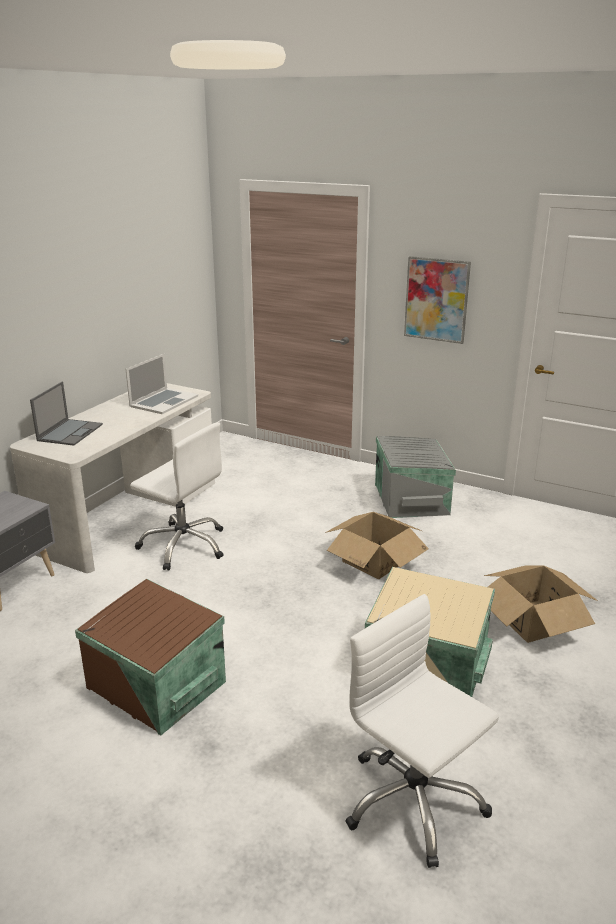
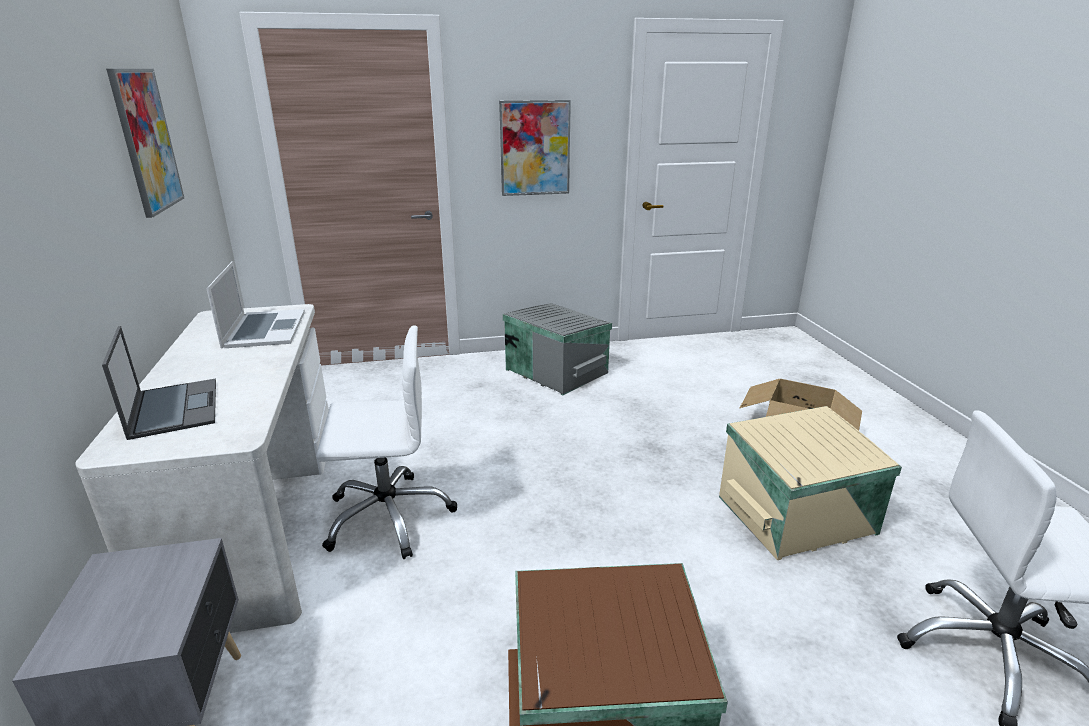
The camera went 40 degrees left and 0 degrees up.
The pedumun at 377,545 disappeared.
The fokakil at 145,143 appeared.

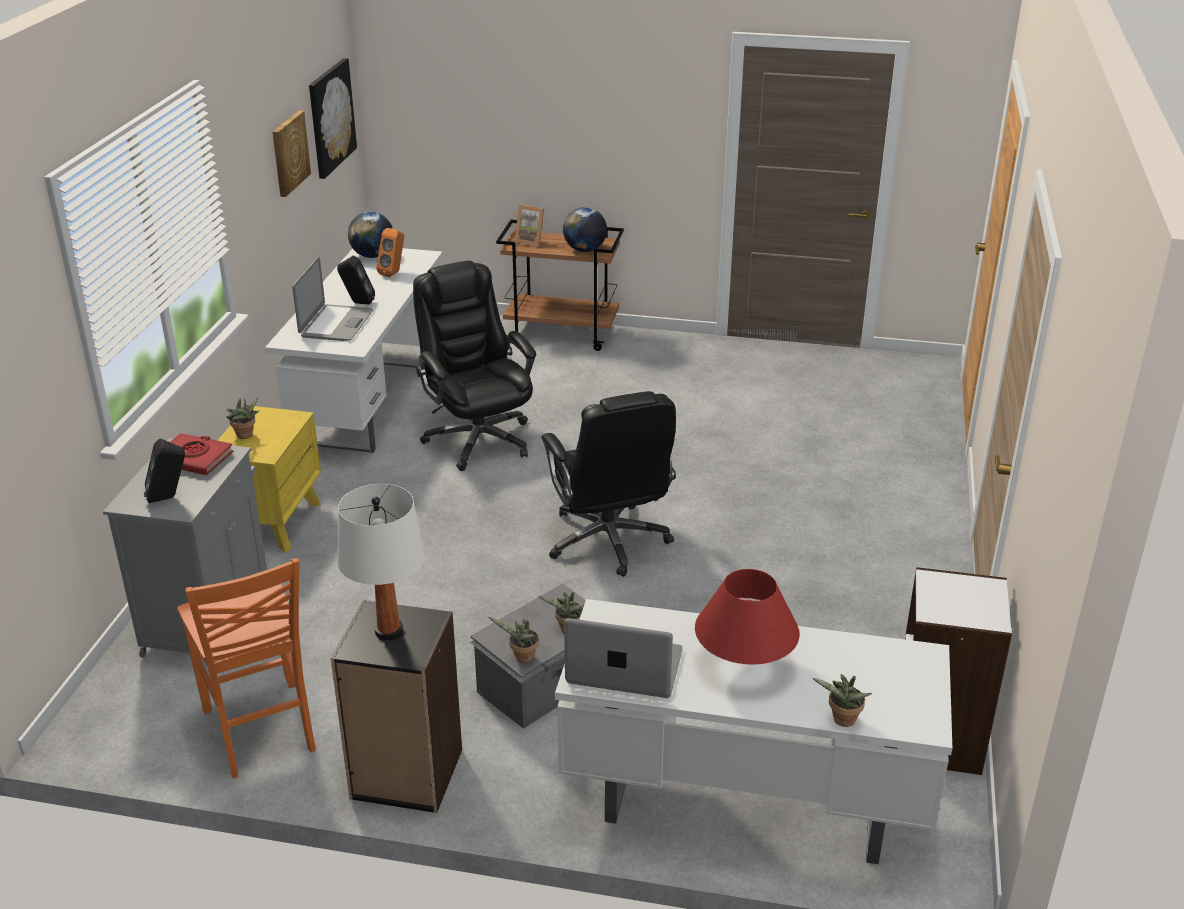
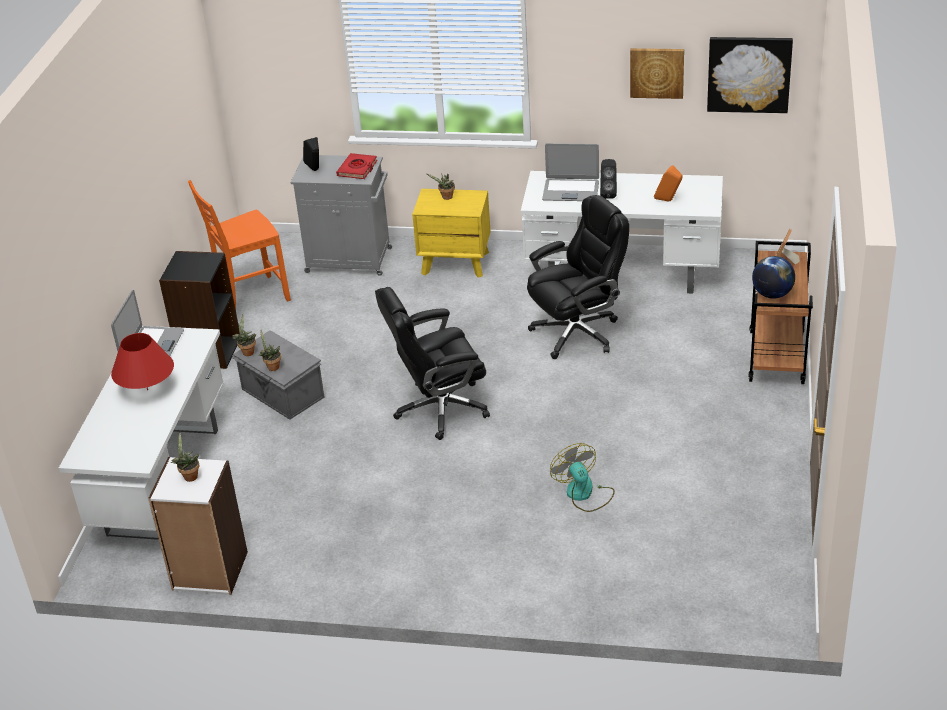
The camera went 90 degrees right and 5 degrees up.
The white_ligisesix at 381,562 disappeared.
The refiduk at 370,235 disappeared.
The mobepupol moved from 842,700 to 185,457.
The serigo at 582,477 appeared.

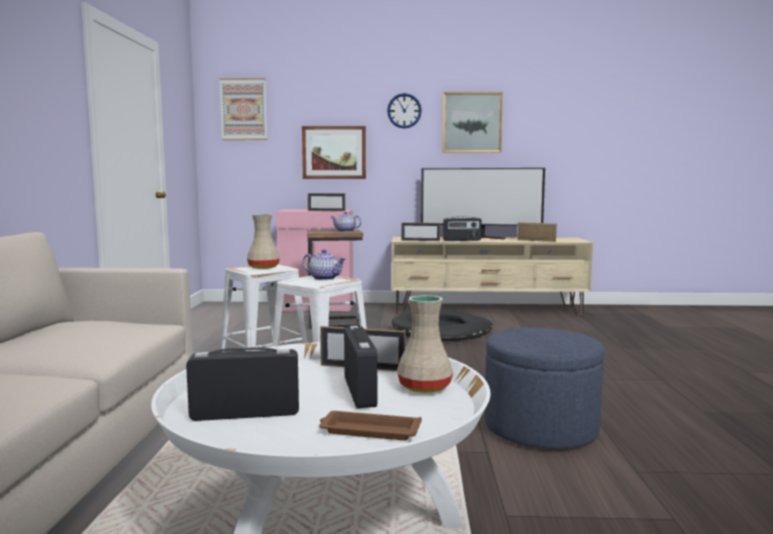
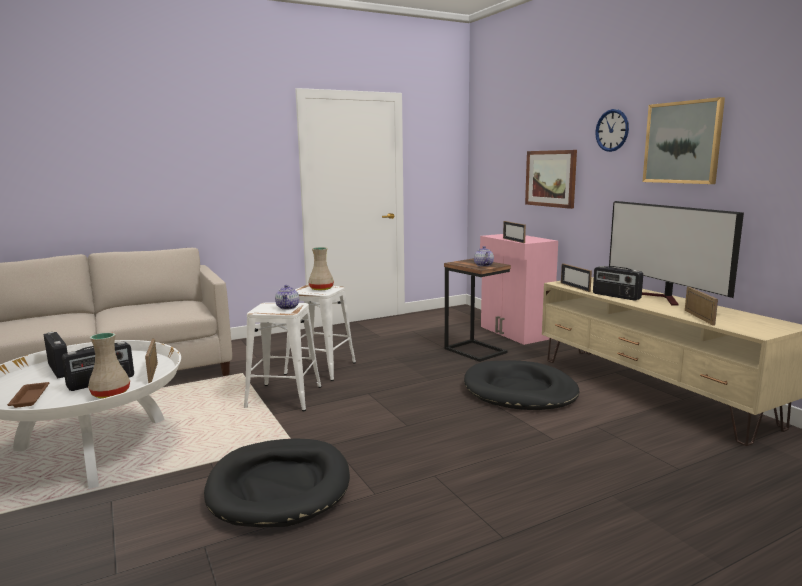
The camera went 60 degrees right and 5 degrees up.
The fokakil at 243,109 disappeared.
The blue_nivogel at 544,388 was replaced by the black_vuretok at 277,482.

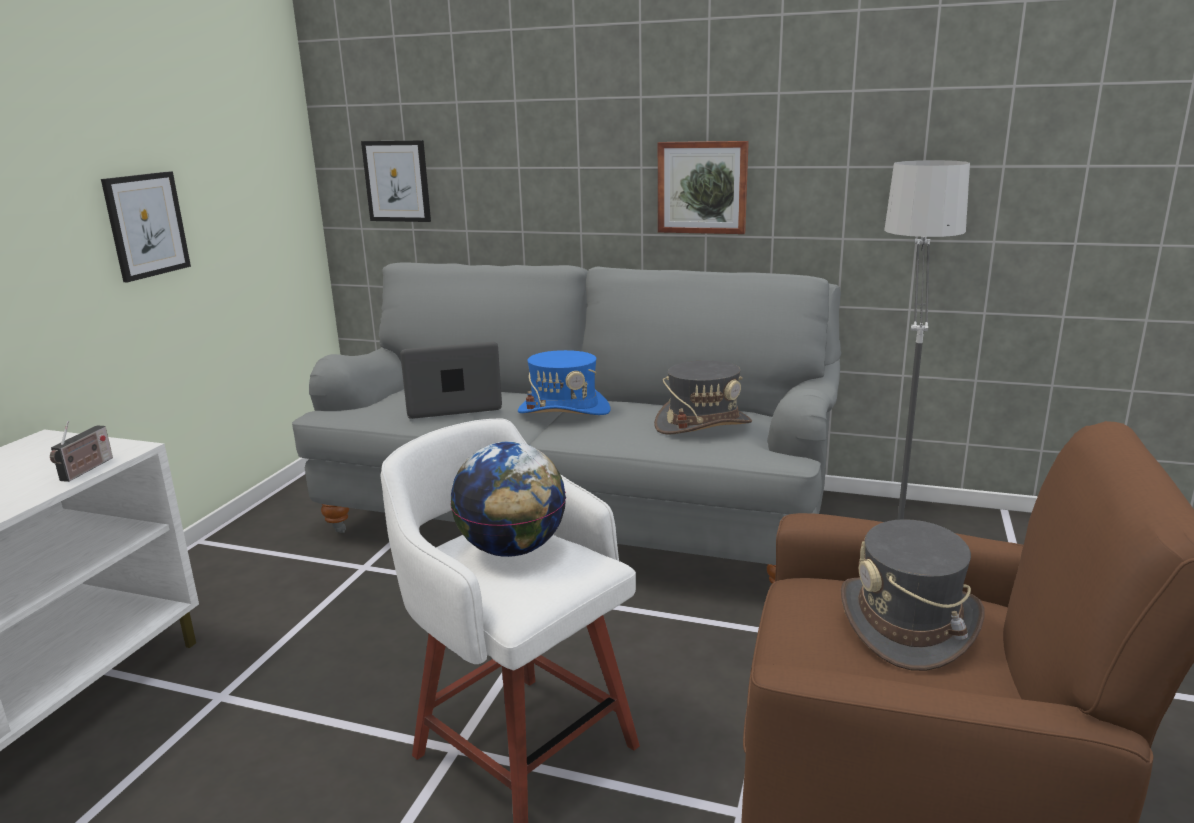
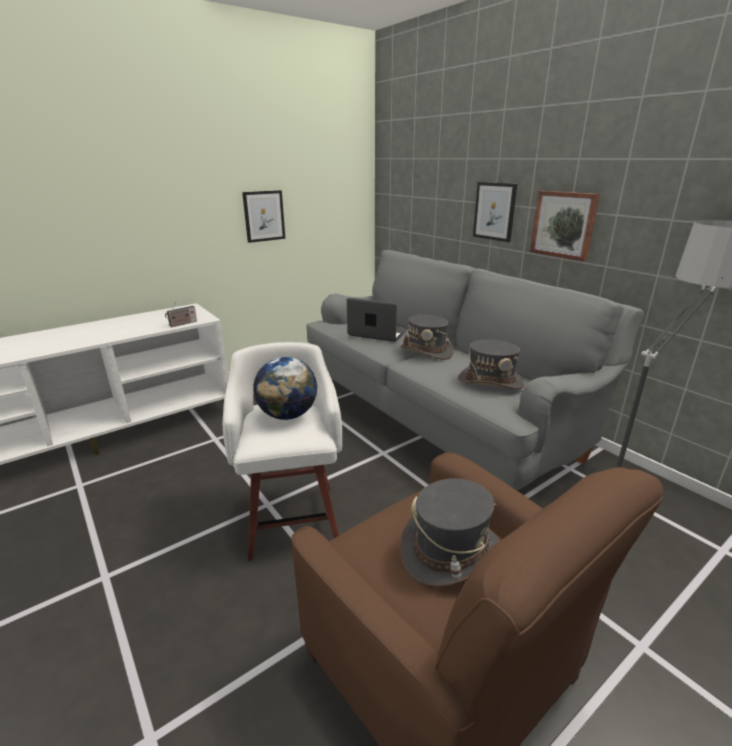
The camera went 35 degrees right and 5 degrees up.
The fokakil moved from 396,181 to 495,212.
The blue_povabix at 564,382 became the grey_povabix at 427,337.

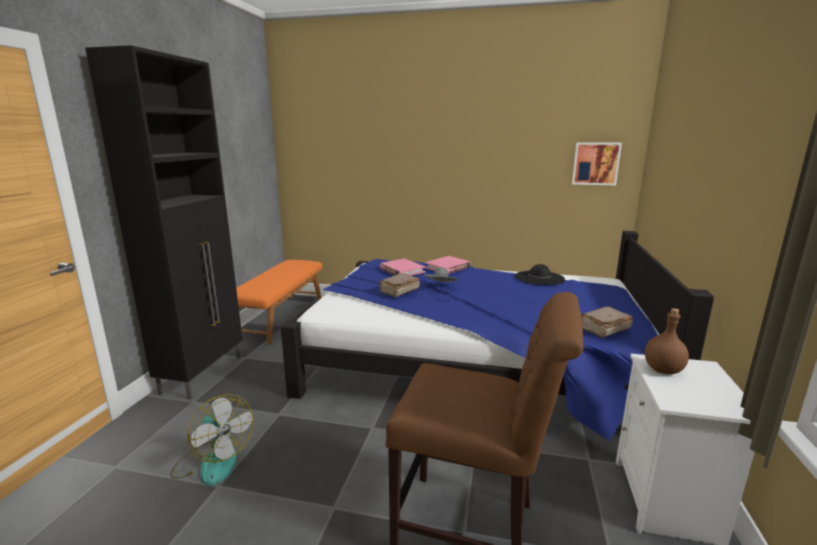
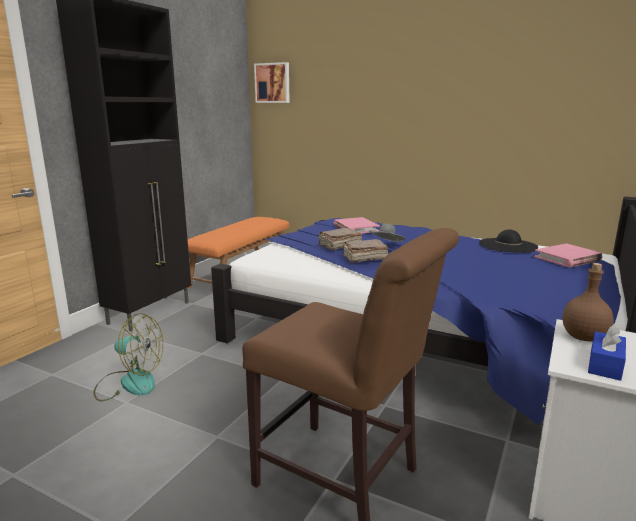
The camera went 15 degrees right and 0 degrees up.
The serigo at 211,440 turned 45 degrees counterclockwise.
The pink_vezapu moved from 448,265 to 568,255.
The fokakil moved from 597,163 to 272,82.
The brown_vezapu moved from 607,322 to 365,251.
The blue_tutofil at 607,352 appeared.

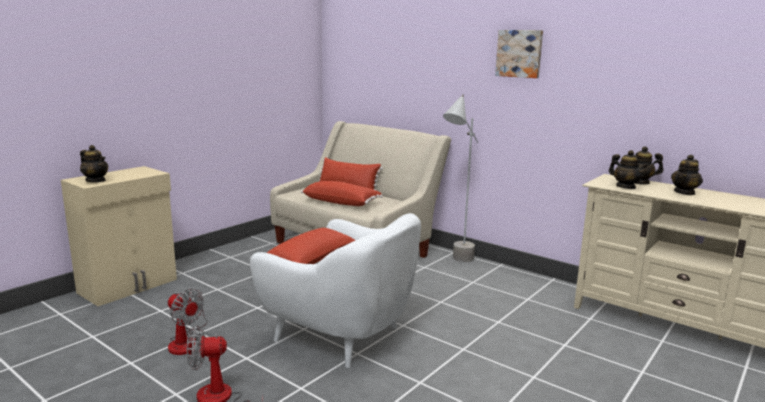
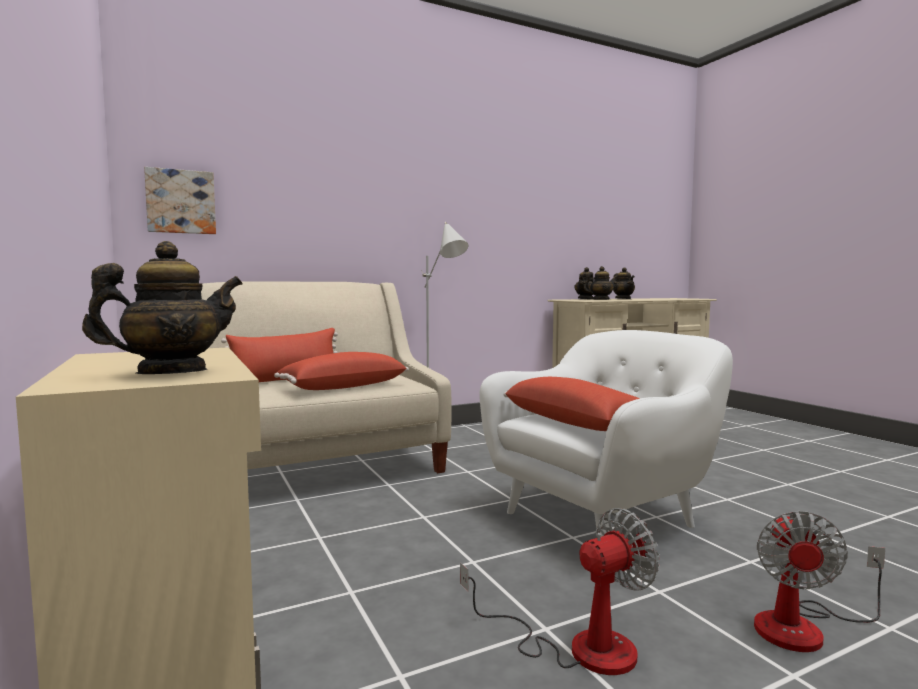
The camera went 65 degrees left and 10 degrees down.
The fokakil moved from 519,54 to 180,200.

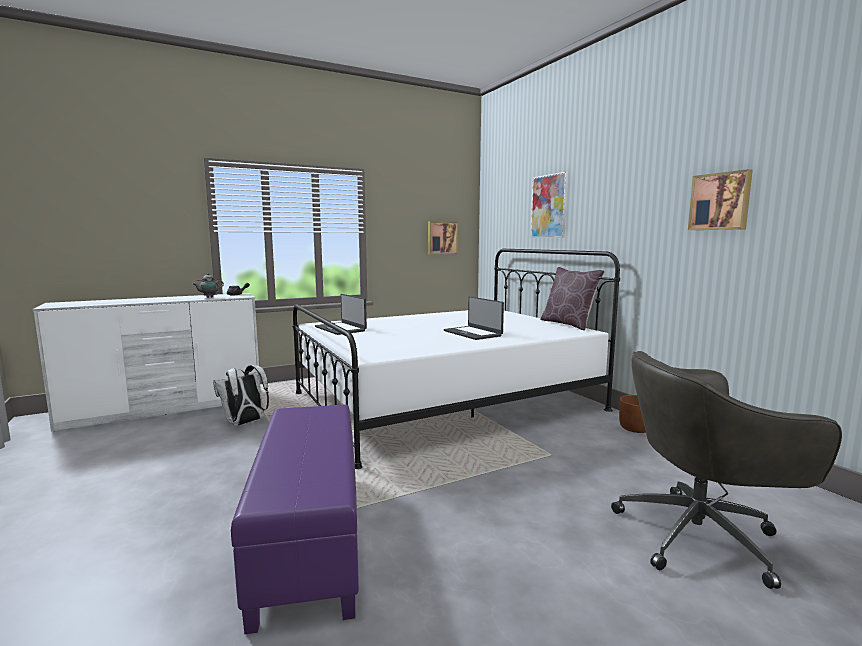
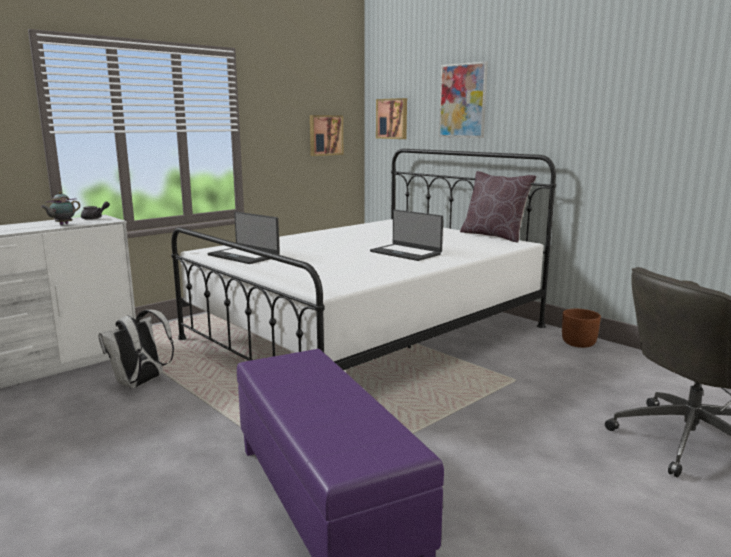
The camera went 15 degrees left and 5 degrees up.
The fokakil moved from 720,199 to 391,118.

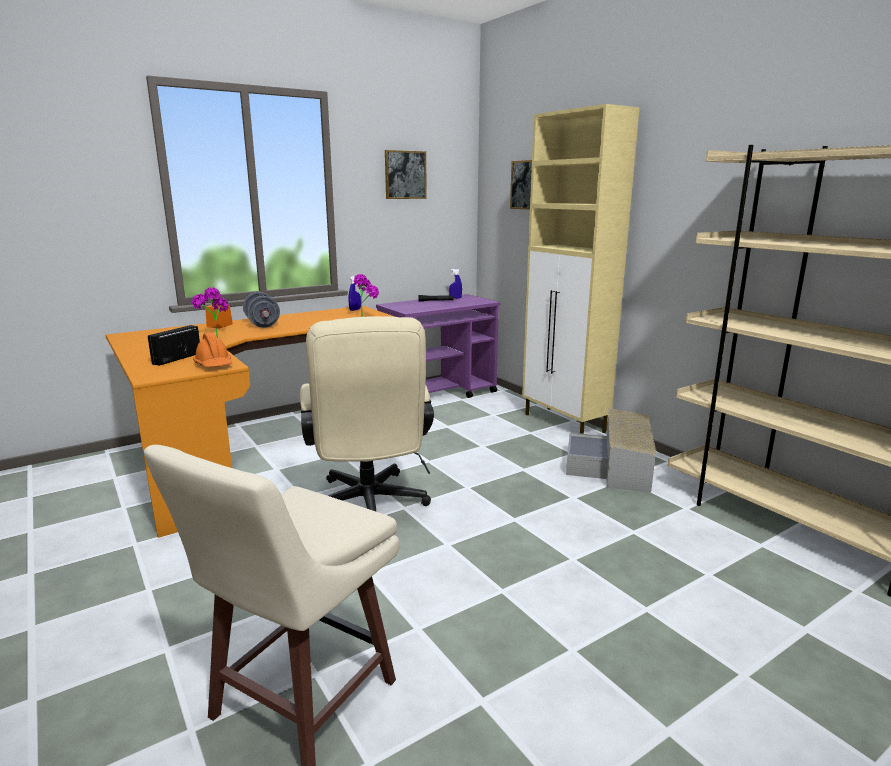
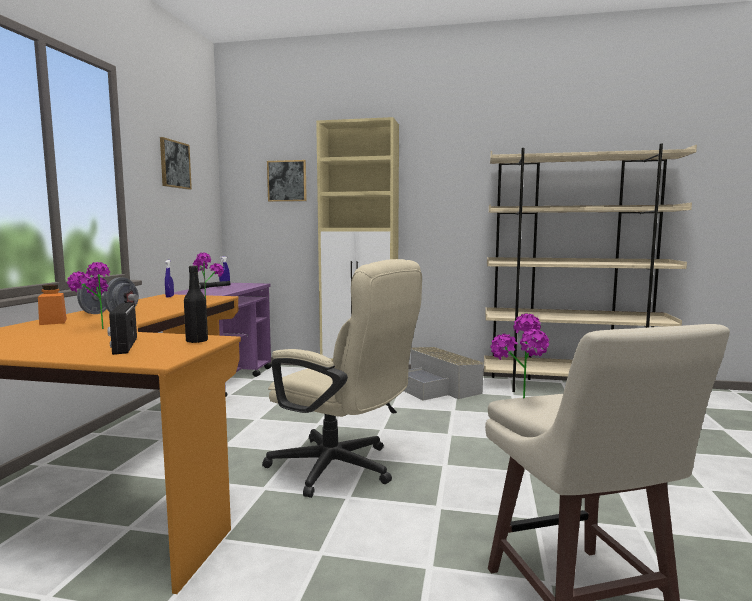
The camera went 45 degrees left and 10 degrees down.
The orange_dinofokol at 212,349 was replaced by the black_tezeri at 196,304.
The mobepupol at 520,356 appeared.

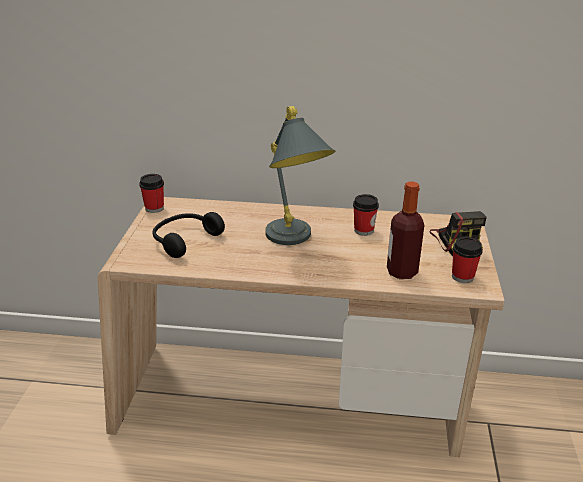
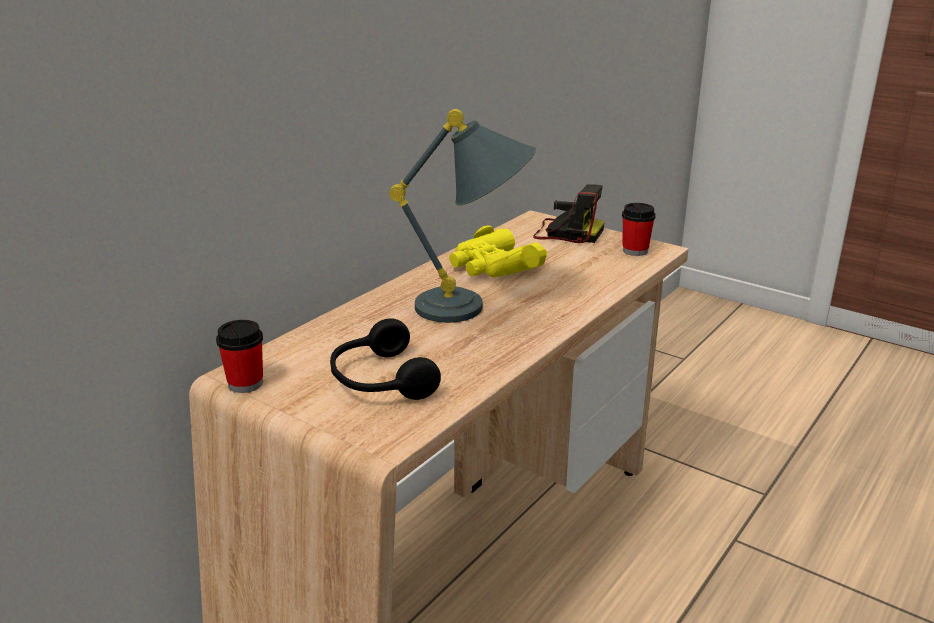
The camera went 60 degrees left and 5 degrees down.
The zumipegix at 366,215 was replaced by the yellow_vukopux at 498,251.
The tezeri at 406,230 disappeared.

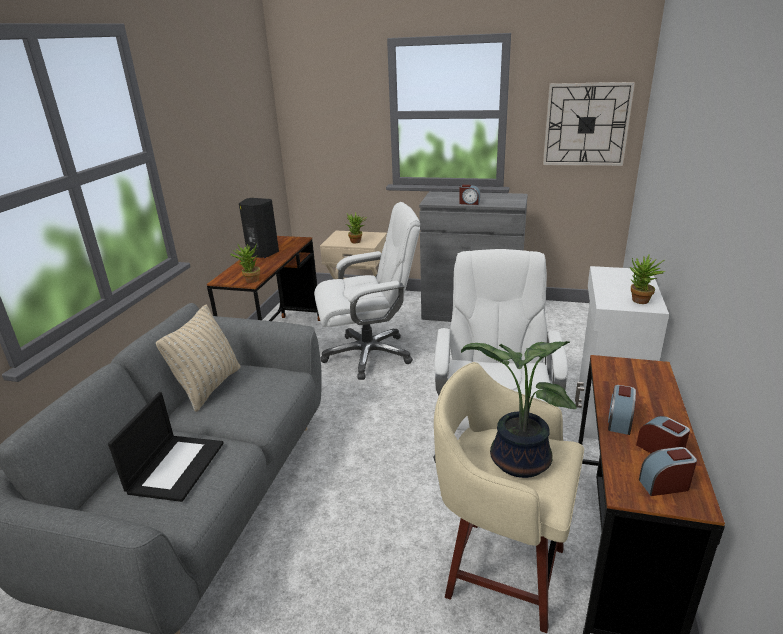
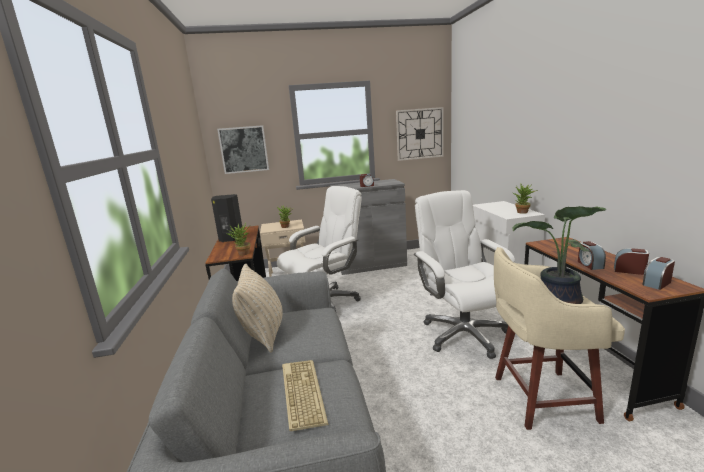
The camera went 25 degrees left and 10 degrees down.
The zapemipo at 166,447 was replaced by the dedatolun at 305,395.
The fokakil at 243,149 appeared.

